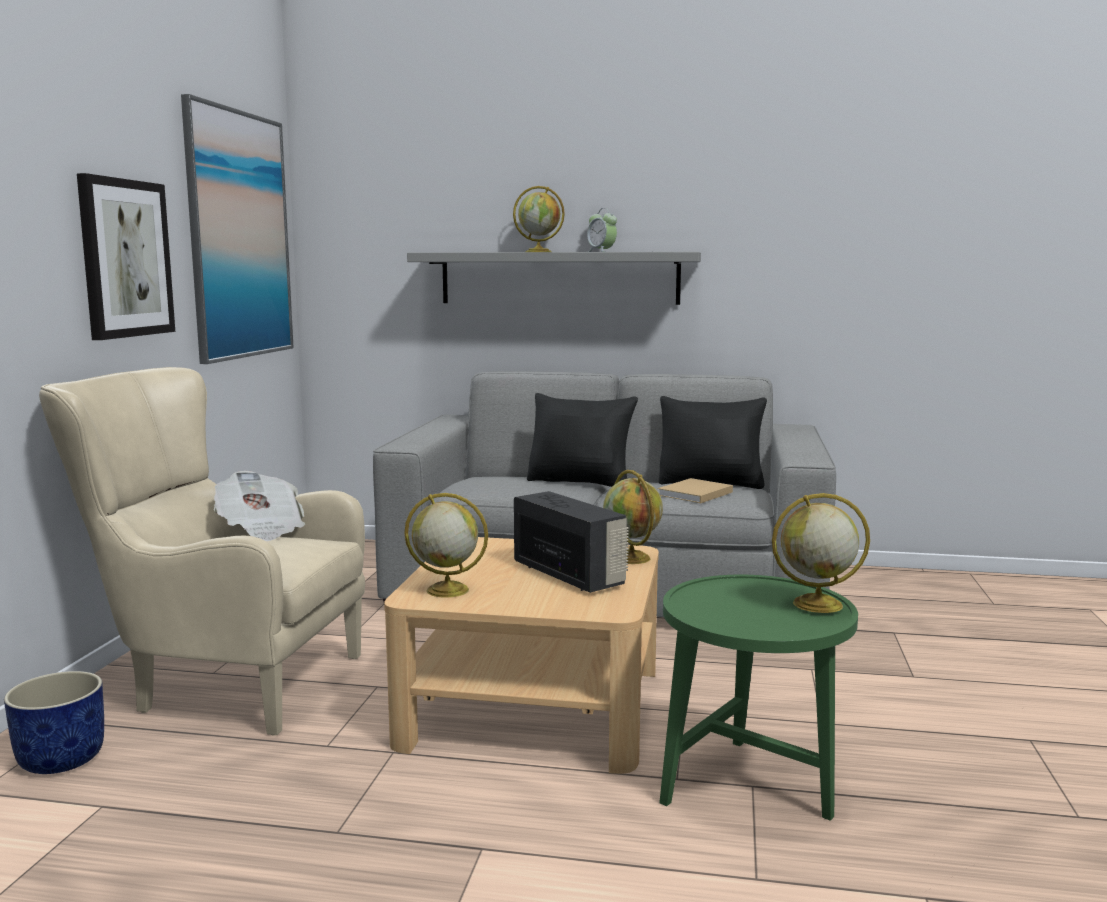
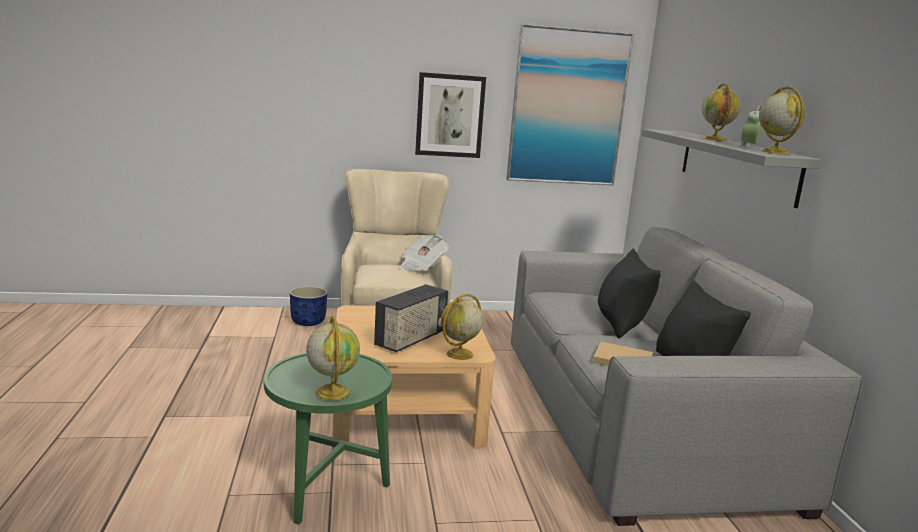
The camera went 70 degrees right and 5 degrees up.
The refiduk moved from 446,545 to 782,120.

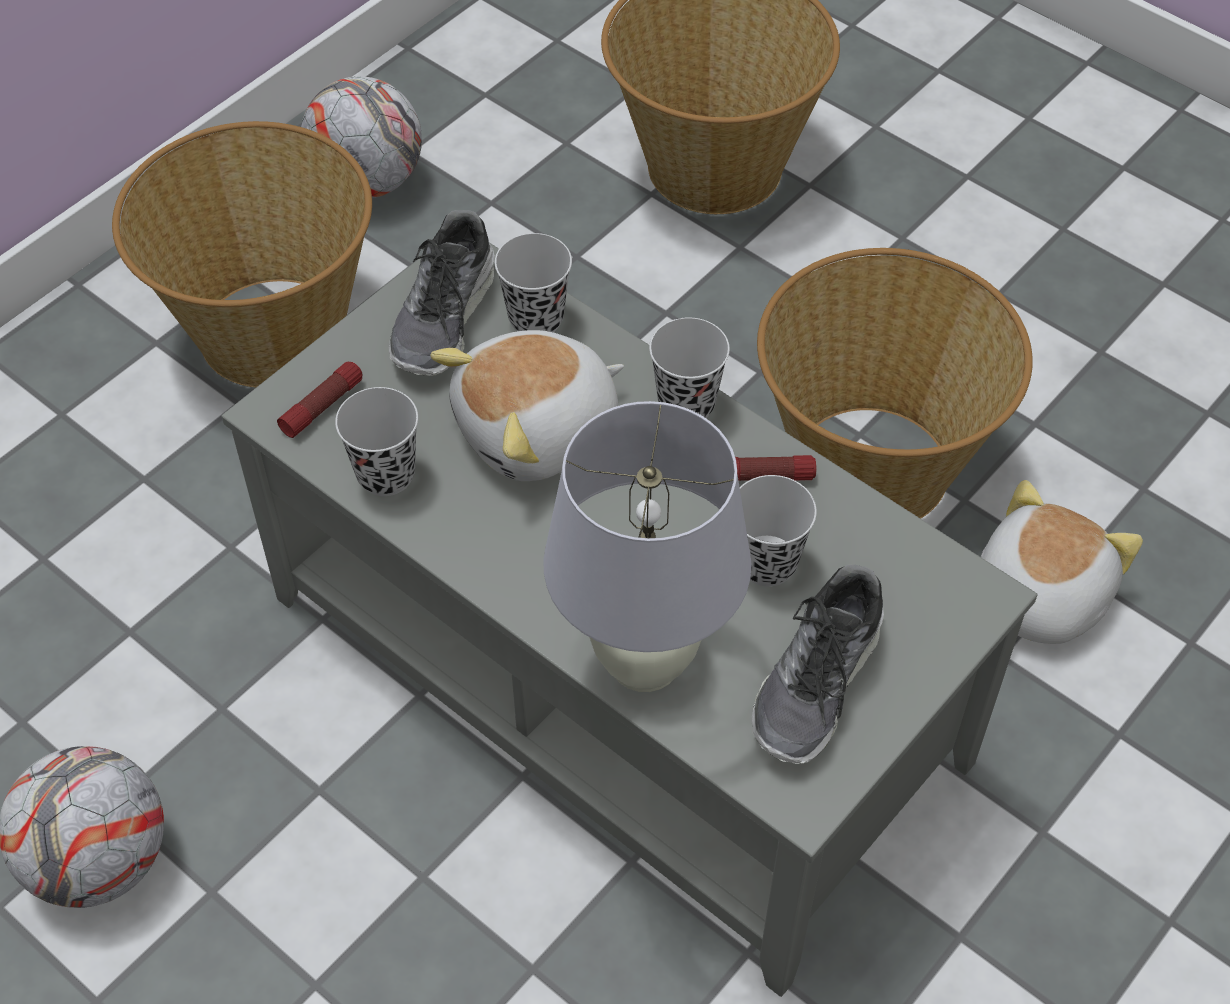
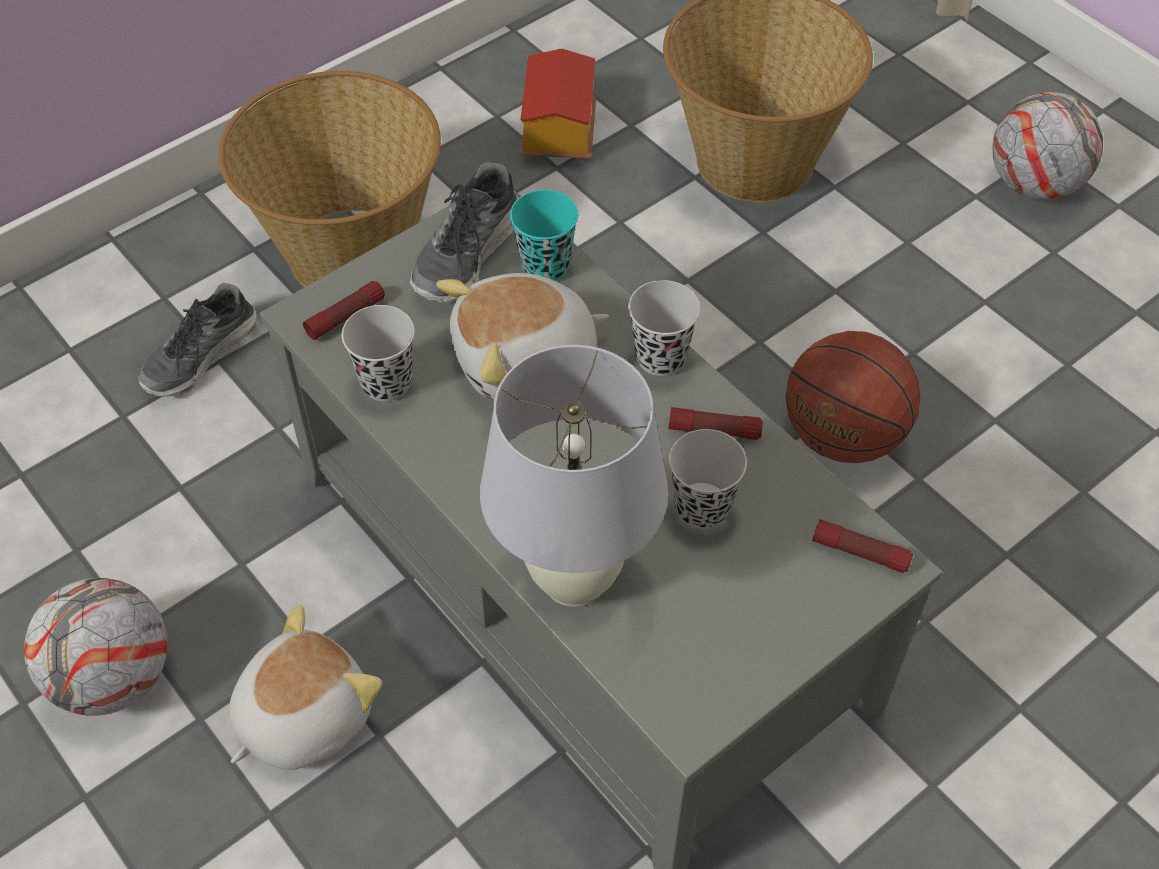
The camera went 10 degrees right and 0 degrees up.
The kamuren moved from 361,137 to 1047,146.
The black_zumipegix at 533,283 became the turquoise_zumipegix at 544,235.
The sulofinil moved from 818,664 to 198,340.
The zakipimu at 895,383 was replaced by the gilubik at 853,397.
The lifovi moved from 1062,562 to 305,687.
The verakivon at 558,104 appeared.
The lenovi at 862,546 appeared.

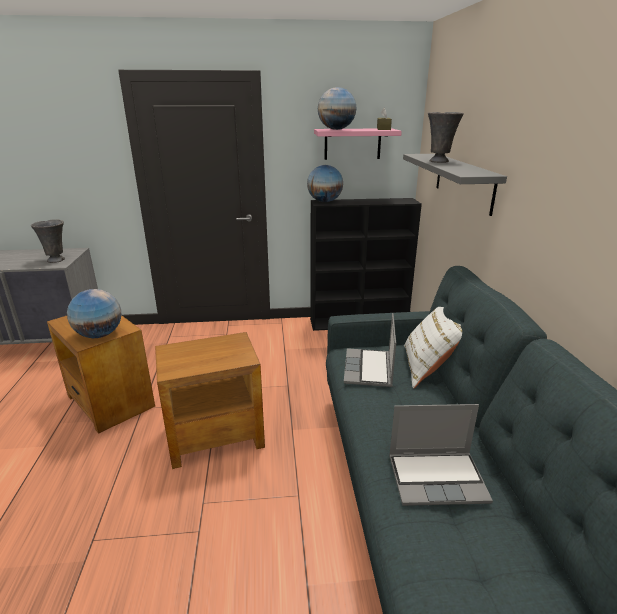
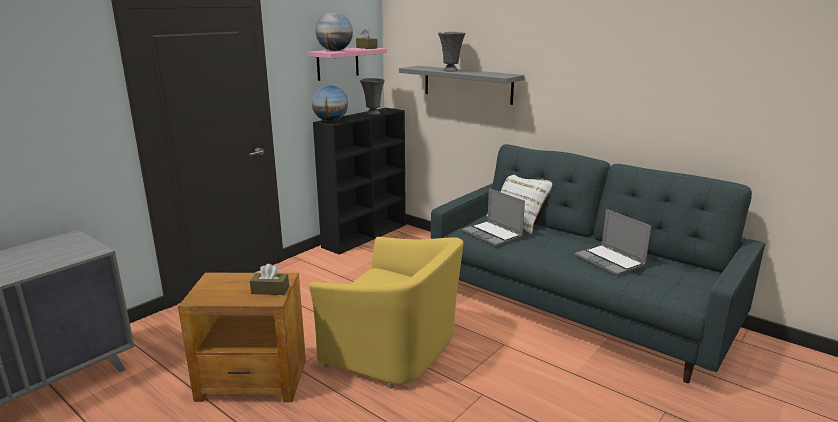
The camera went 45 degrees left and 5 degrees down.
The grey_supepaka moved from 48,241 to 372,96.
The refiduk at 94,313 was replaced by the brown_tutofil at 269,279.
The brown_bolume at 210,400 was replaced by the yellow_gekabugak at 386,313.
The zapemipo at 441,455 turned 105 degrees clockwise.

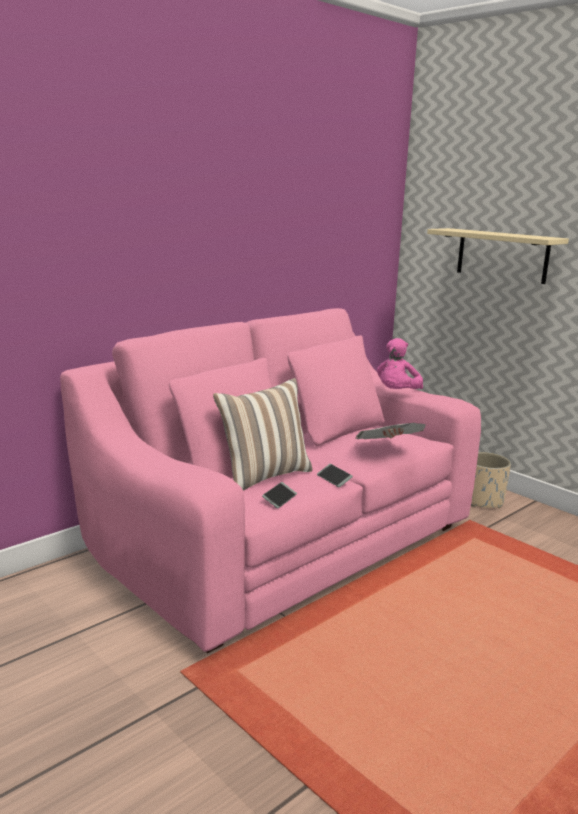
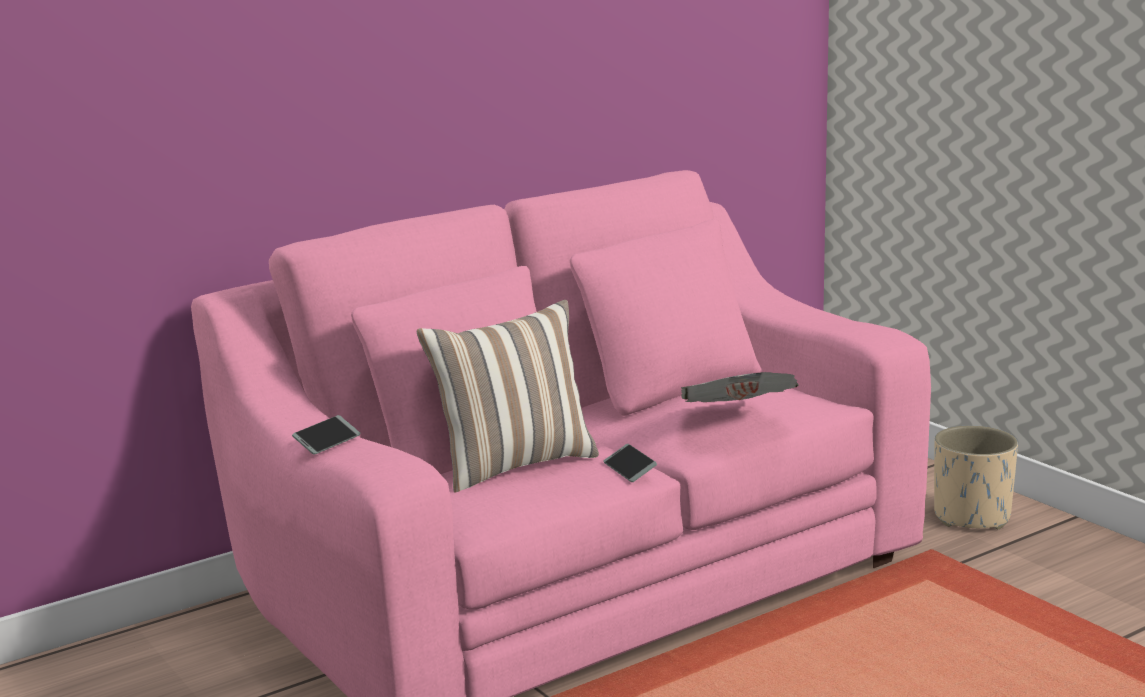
The camera went 10 degrees right and 0 degrees up.
The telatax moved from 279,495 to 326,435.
The pink_lifovi at 400,363 disappeared.
The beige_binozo at 498,256 disappeared.

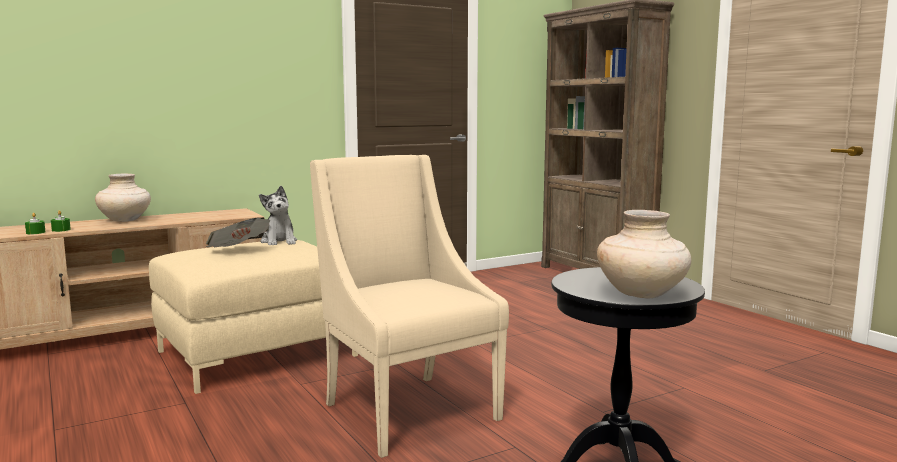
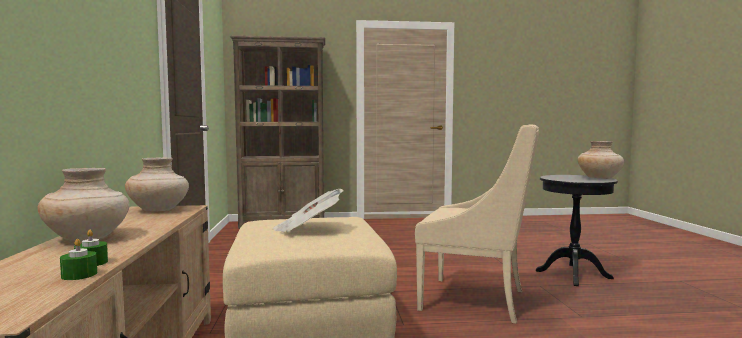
The camera went 65 degrees left and 5 degrees down.
The lifovi at 278,215 disappeared.
The beige_gekabugak at 409,306 turned 150 degrees counterclockwise.
The beige_supepaka at 157,184 appeared.

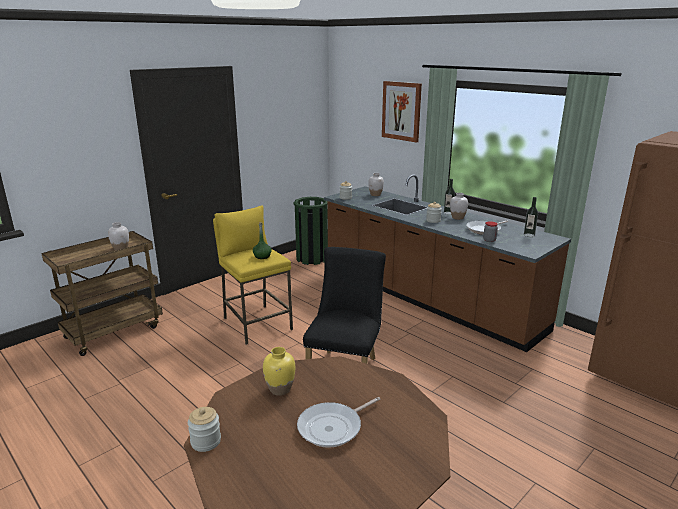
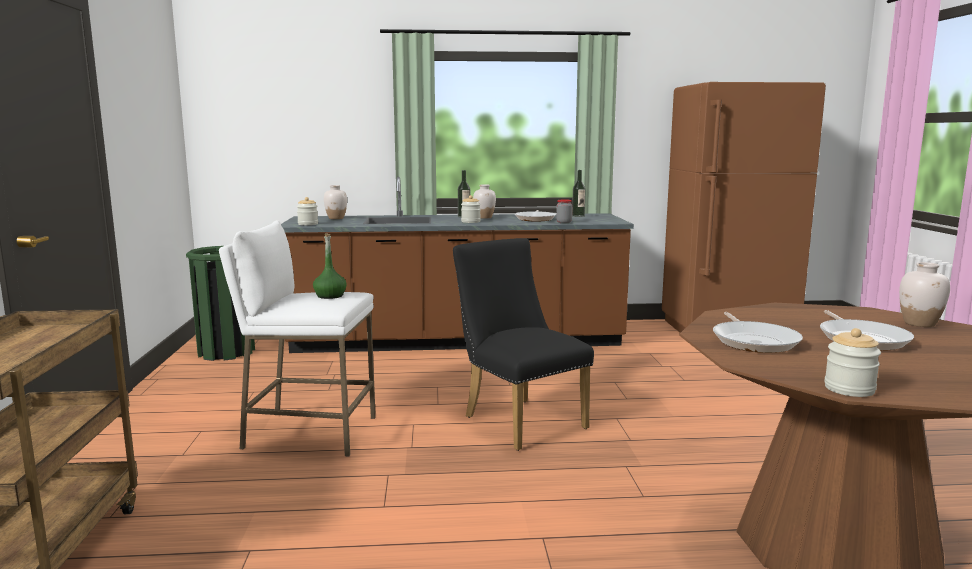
The camera went 50 degrees left and 10 degrees down.
The white_supepaka moved from 118,236 to 924,294.
The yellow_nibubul at 253,275 became the white_nibubul at 297,338.
The yellow_supepaka at 279,371 was replaced by the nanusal at 758,332.
The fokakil at 402,112 disappeared.

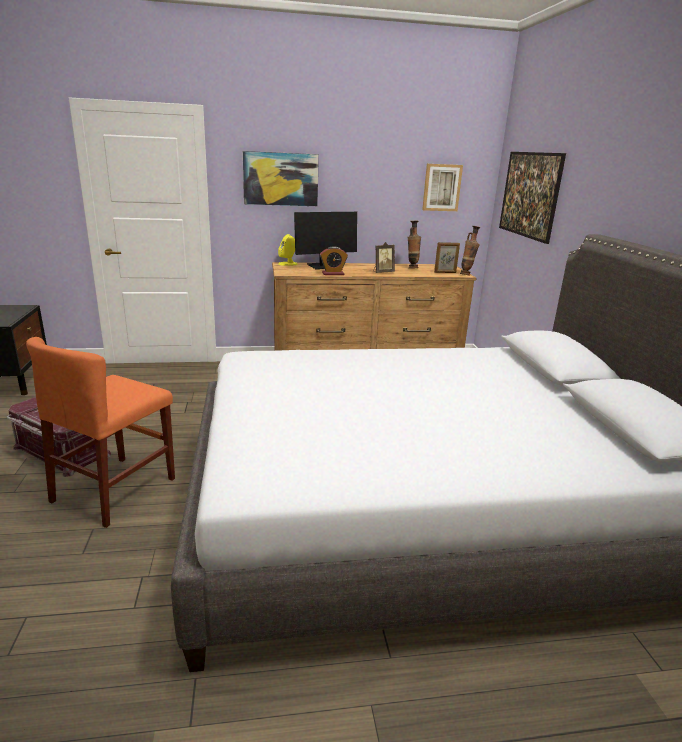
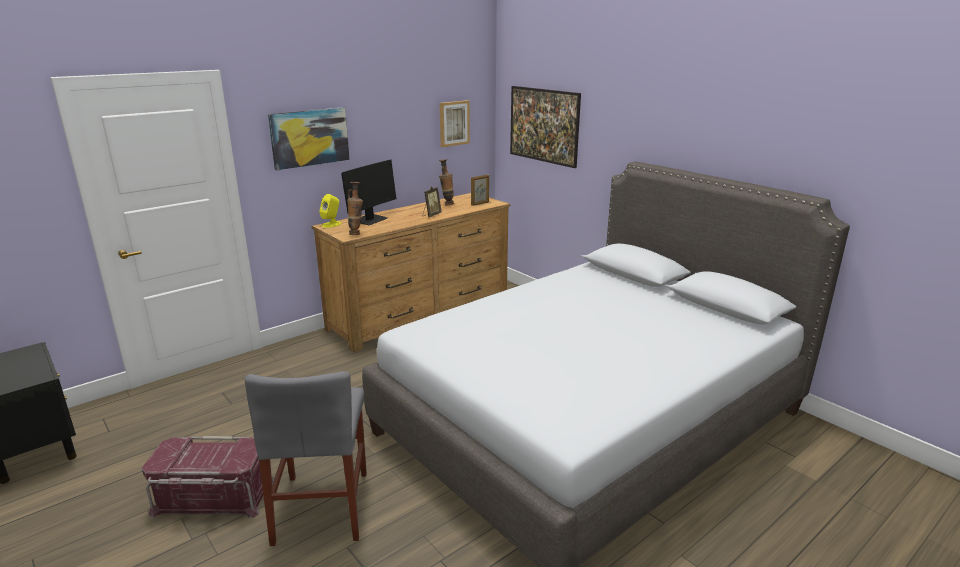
The camera went 30 degrees left and 0 degrees up.
The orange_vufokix at 100,432 became the grey_vufokix at 306,458.
The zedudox at 334,260 disappeared.
The supepaka moved from 470,250 to 355,208.

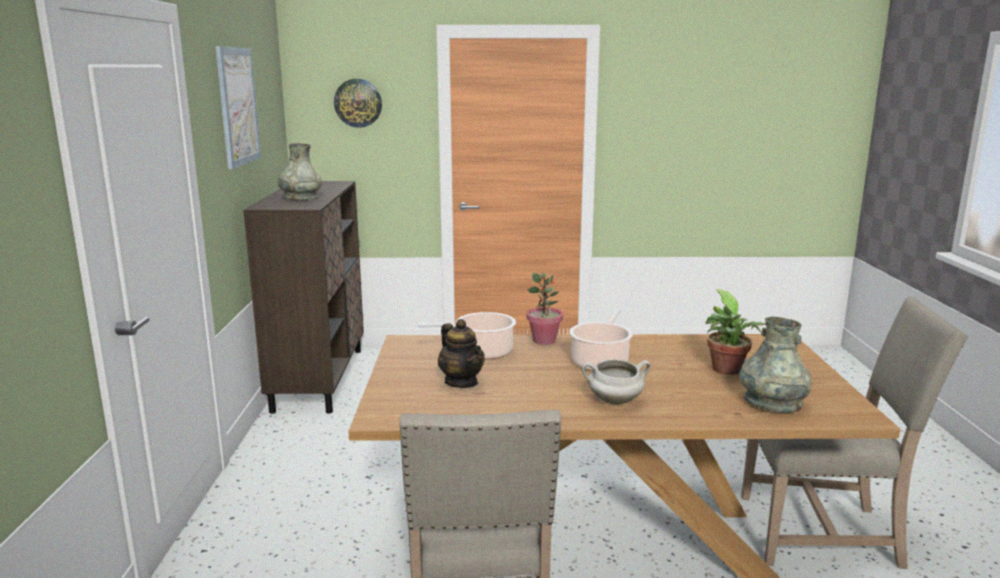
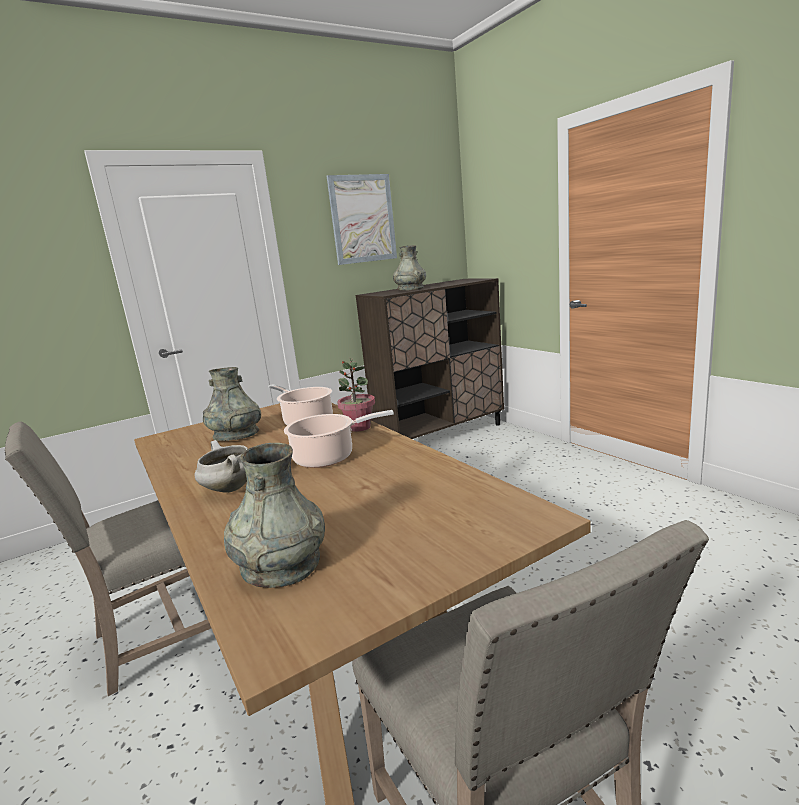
The camera went 60 degrees right and 0 degrees up.
The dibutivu at 358,103 disappeared.
The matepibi at 461,353 was replaced by the grey_supepaka at 232,404.
The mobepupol at 735,332 disappeared.

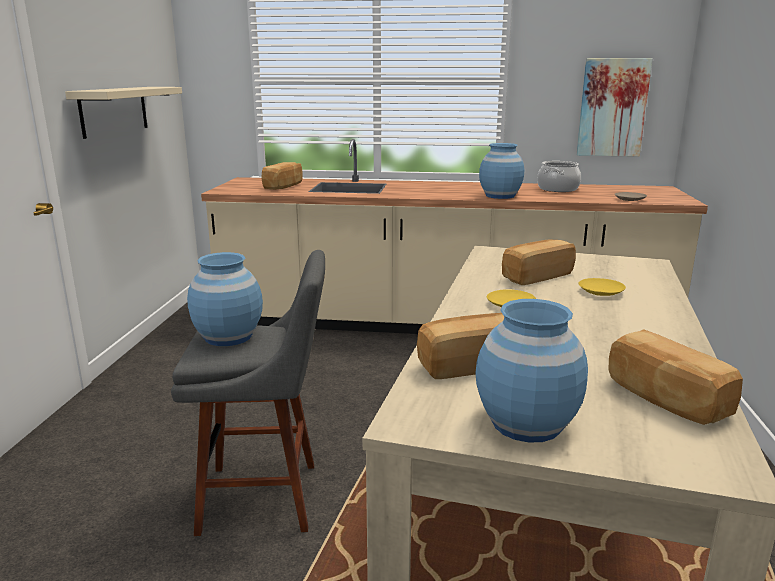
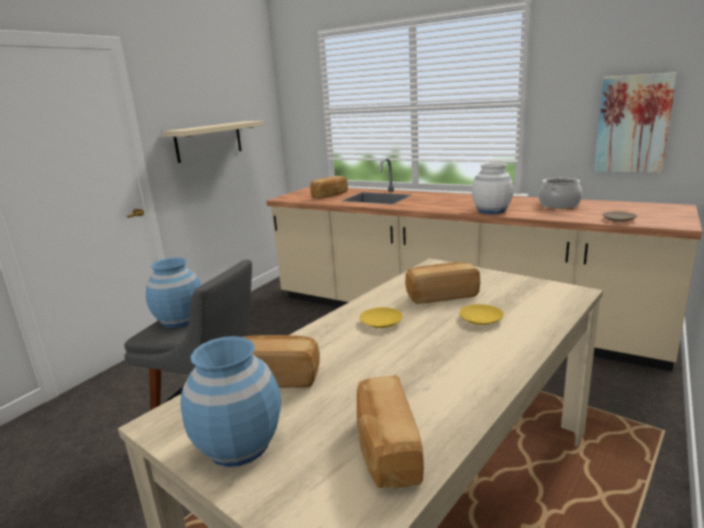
The camera went 25 degrees right and 0 degrees up.
The blue_supepaka at 501,171 became the white_supepaka at 493,188.

